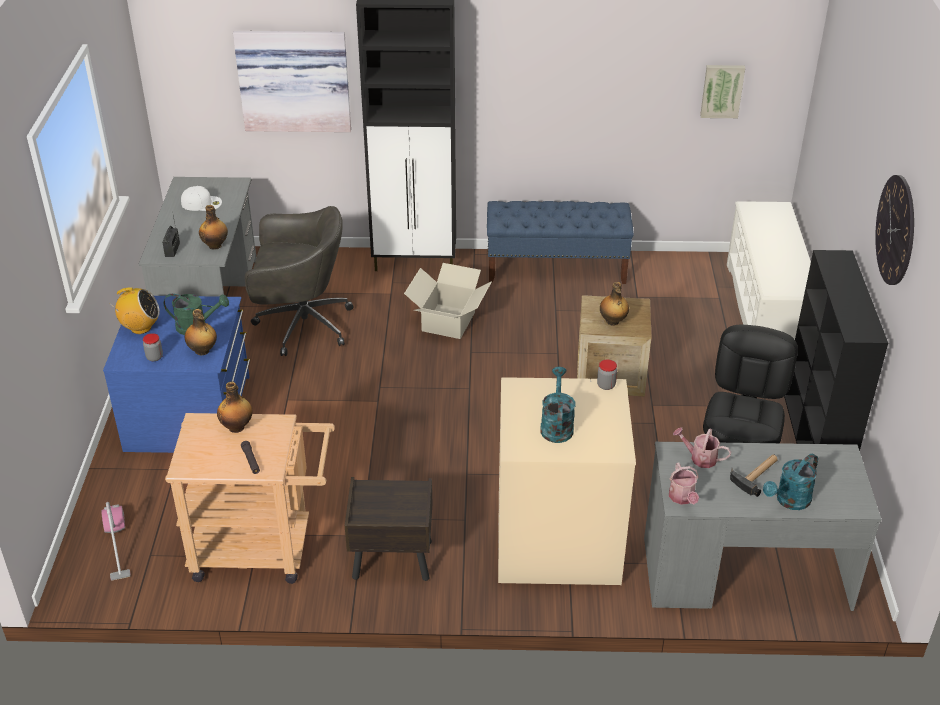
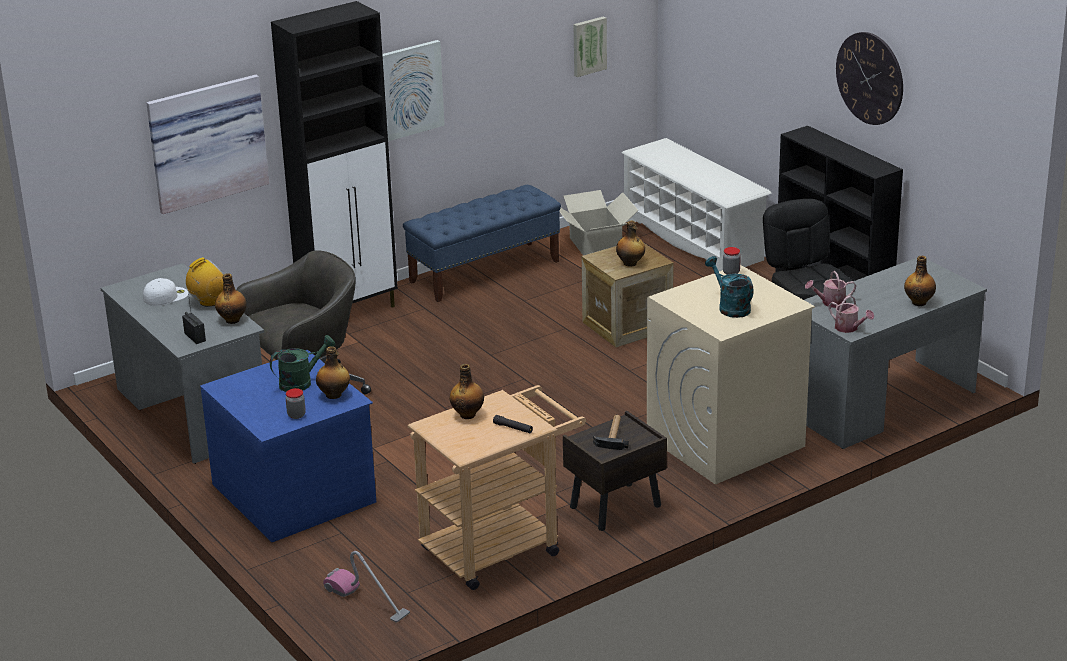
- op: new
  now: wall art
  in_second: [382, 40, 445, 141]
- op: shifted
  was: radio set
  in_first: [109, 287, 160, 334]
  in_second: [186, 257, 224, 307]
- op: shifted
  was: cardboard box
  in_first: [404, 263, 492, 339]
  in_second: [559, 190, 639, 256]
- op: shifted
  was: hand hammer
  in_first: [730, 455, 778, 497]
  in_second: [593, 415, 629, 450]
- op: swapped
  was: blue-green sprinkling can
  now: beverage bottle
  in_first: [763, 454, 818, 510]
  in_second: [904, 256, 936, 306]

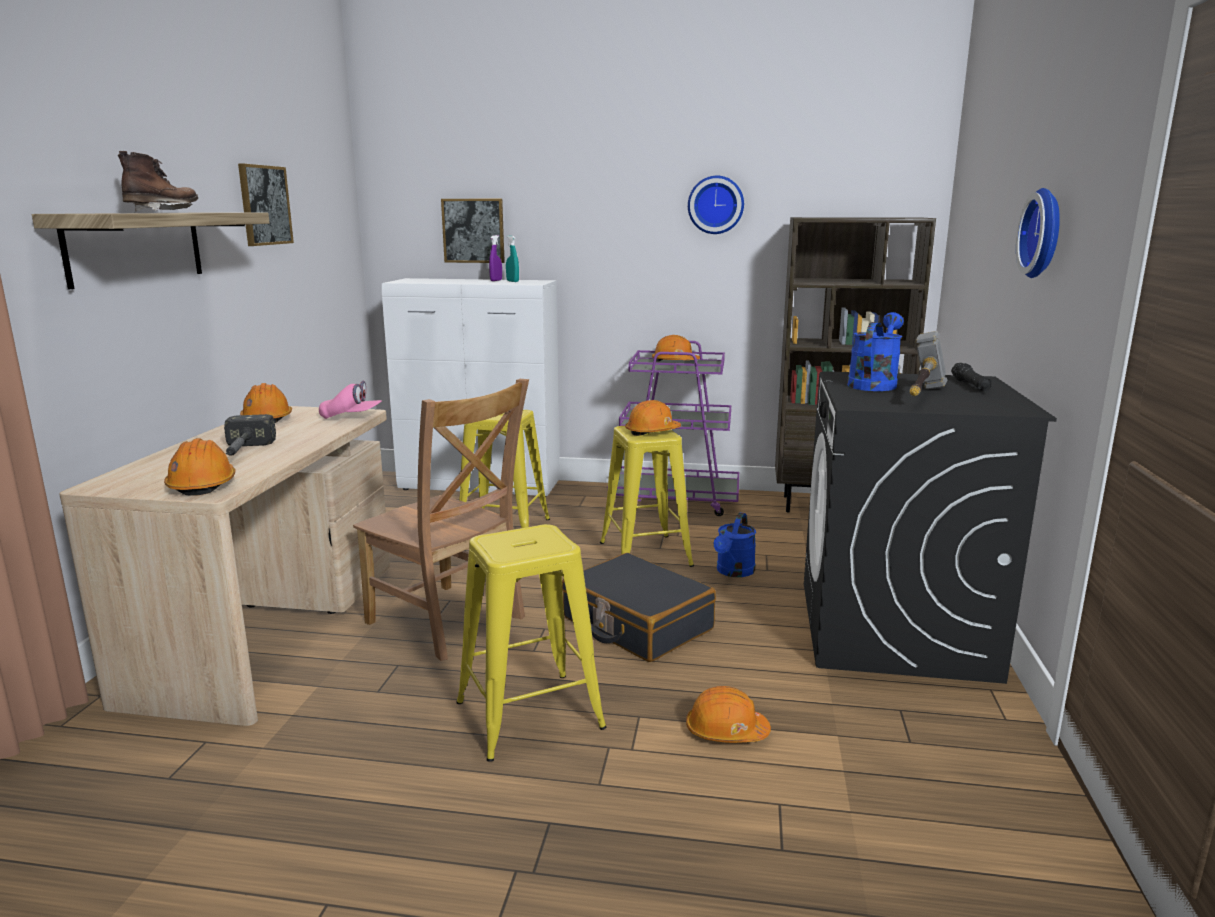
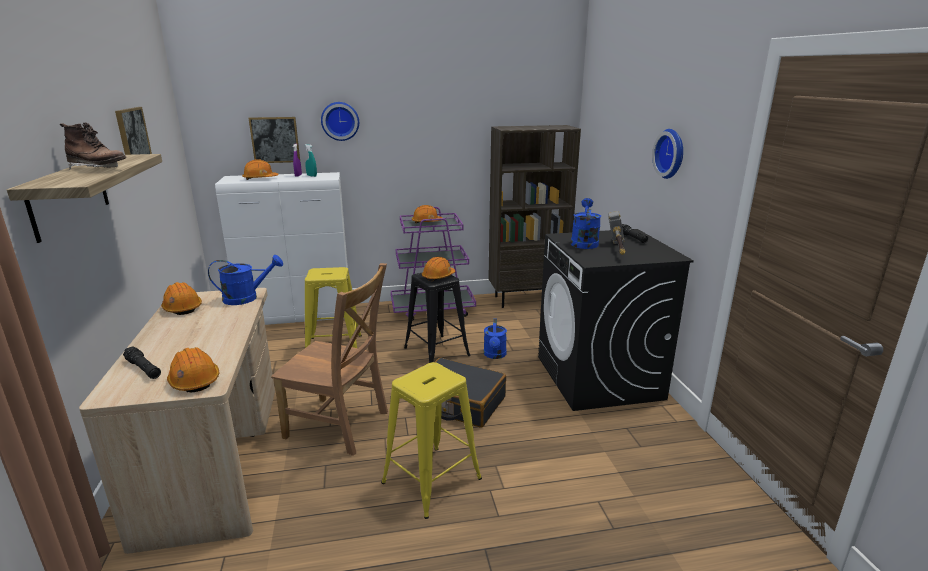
- op: gone
  was: hand hammer
  in_first: [224, 414, 276, 456]
- op: new
  now: blackish torch
  in_second: [123, 346, 161, 379]
- op: shifted
  was: orange-coloured hard hat
  in_first: [686, 686, 771, 743]
  in_second: [242, 159, 279, 180]
- op: shifted
  was: wall clock
  in_first: [688, 176, 744, 234]
  in_second: [321, 102, 359, 141]
- op: swapped
  was: pink-coloured cap
  now: bluish sprinkling can
  in_first: [319, 380, 382, 419]
  in_second: [208, 255, 283, 305]
- op: repainted
  was: yellow-coloured sitting stool
  now: blackish sitting stool
  in_first: [600, 426, 694, 567]
  in_second: [404, 273, 470, 363]
- op: rotated
  was: brown-coloured tall boot
  in_first: [118, 151, 198, 212]
  in_second: [60, 122, 127, 170]
  clockwise: 105

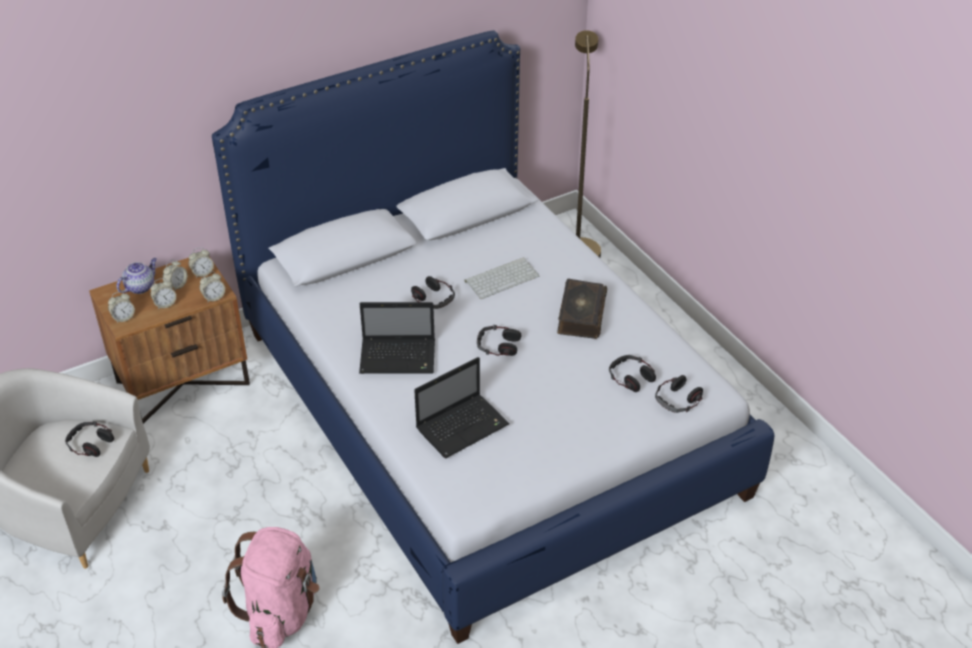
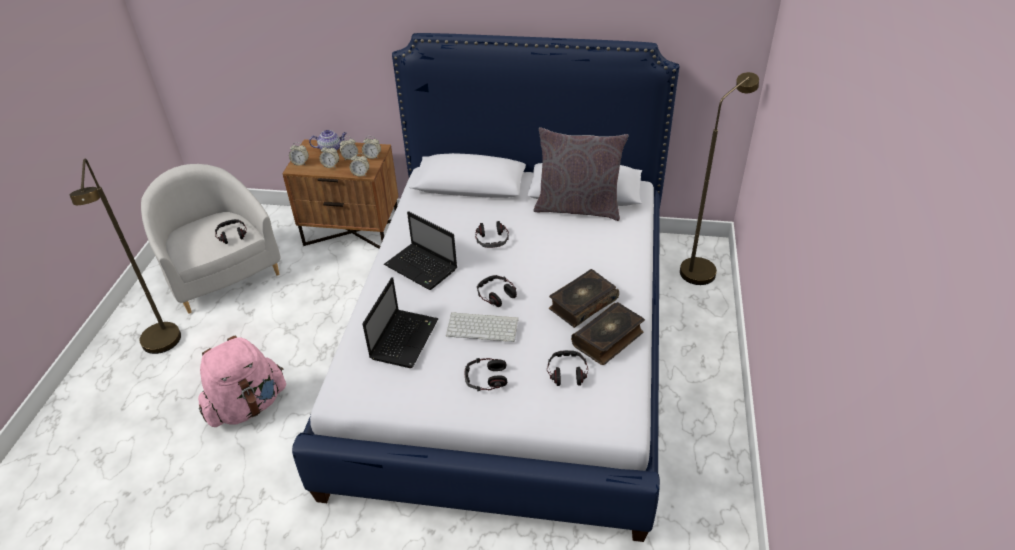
- op: new
  now: brown-coloured standard lamp
  in_second: [70, 159, 181, 354]
- op: new
  now: grey cushion
  in_second: [534, 127, 628, 221]
- op: new
  now: book
  in_second: [571, 302, 645, 365]
- op: shifted
  was: keyboard
  in_first: [465, 257, 539, 299]
  in_second: [446, 312, 518, 342]
- op: shifted
  was: headphones
  in_first: [655, 375, 703, 413]
  in_second: [464, 358, 507, 391]
- op: rotated
  was: notebook computer
  in_first: [414, 357, 510, 458]
  in_second: [363, 277, 439, 368]
  clockwise: -75

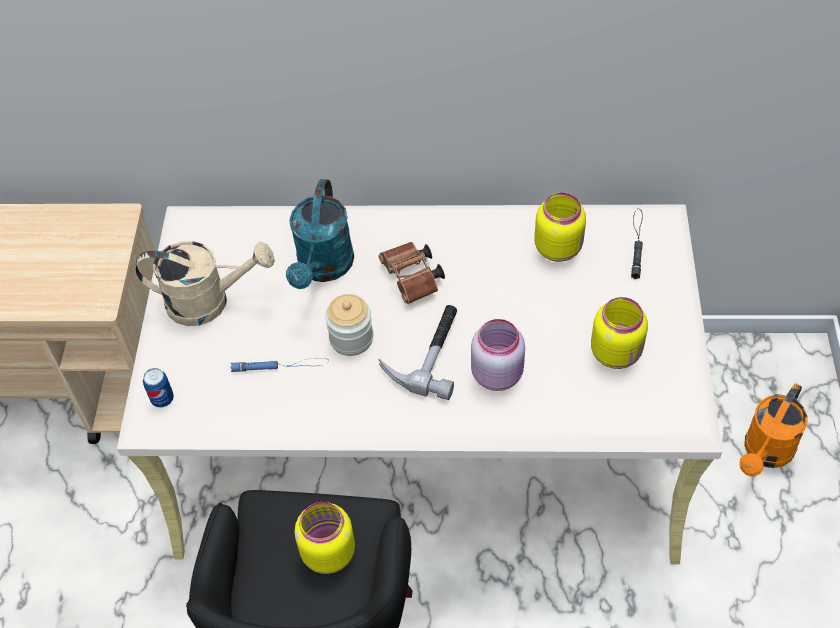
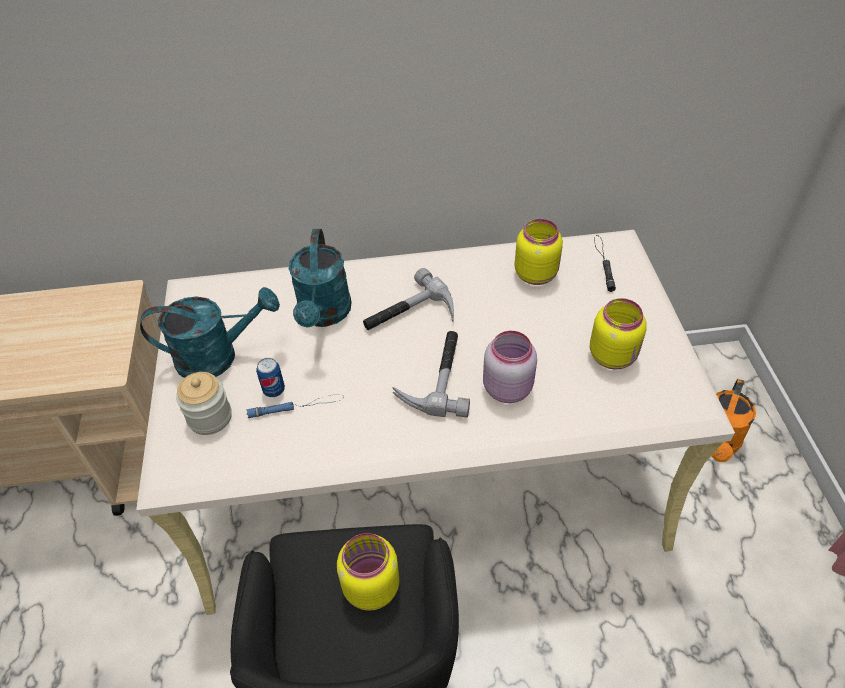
- op: shifted
  was: can
  in_first: [143, 368, 174, 408]
  in_second: [256, 358, 285, 397]
- op: shifted
  was: storage jar
  in_first: [325, 294, 373, 356]
  in_second: [176, 372, 232, 435]
- op: swapped
  was: brown-coloured pair of binoculars
  now: hand hammer
  in_first: [378, 242, 445, 304]
  in_second: [363, 268, 454, 330]
- op: repainted
  was: sand-coloured sprinkling can
  now: blue-green sprinkling can
  in_first: [135, 241, 275, 326]
  in_second: [140, 287, 280, 378]

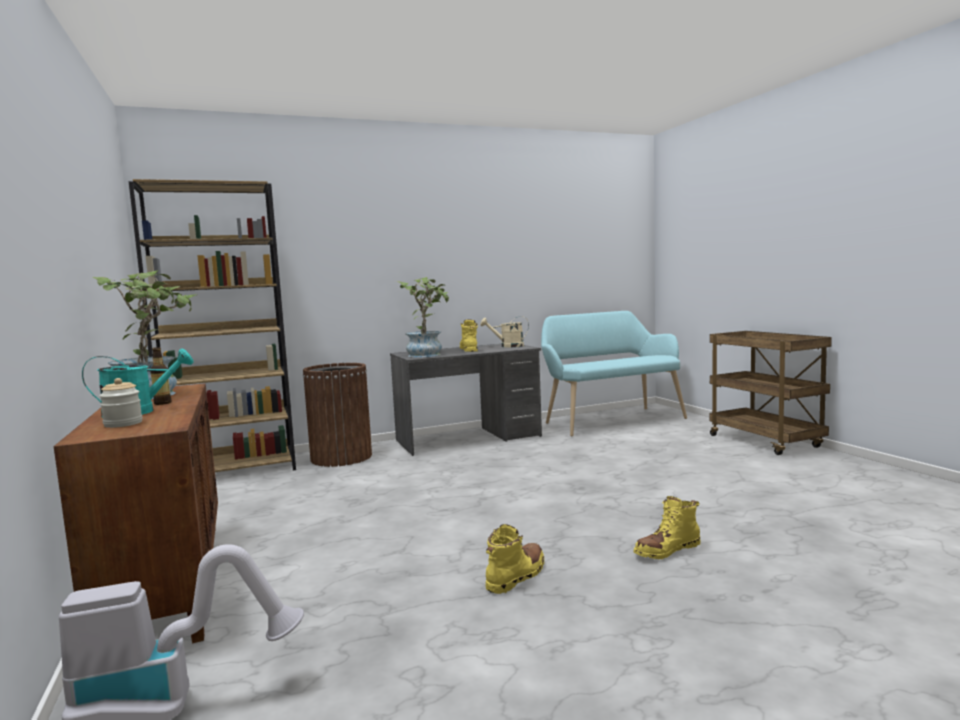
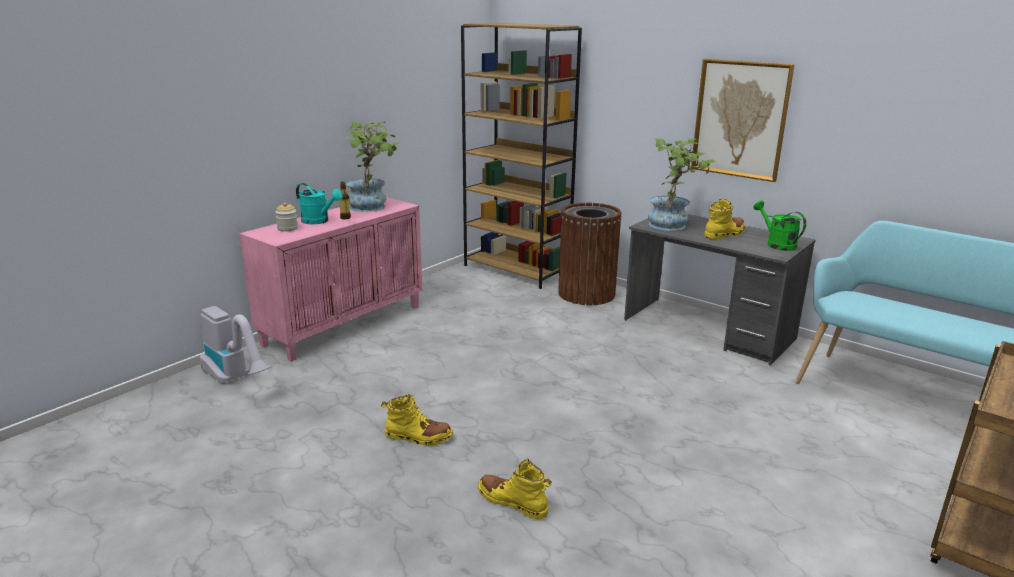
- op: new
  now: wall art
  in_second: [691, 59, 795, 182]
- op: repainted
  was: brown-coloured cupboard
  now: pink-coloured cupboard
  in_first: [54, 383, 218, 643]
  in_second: [239, 197, 422, 362]
- op: repainted
  was: sand-coloured sprinkling can
  now: green-coloured sprinkling can
  in_first: [480, 316, 529, 347]
  in_second: [753, 201, 806, 251]

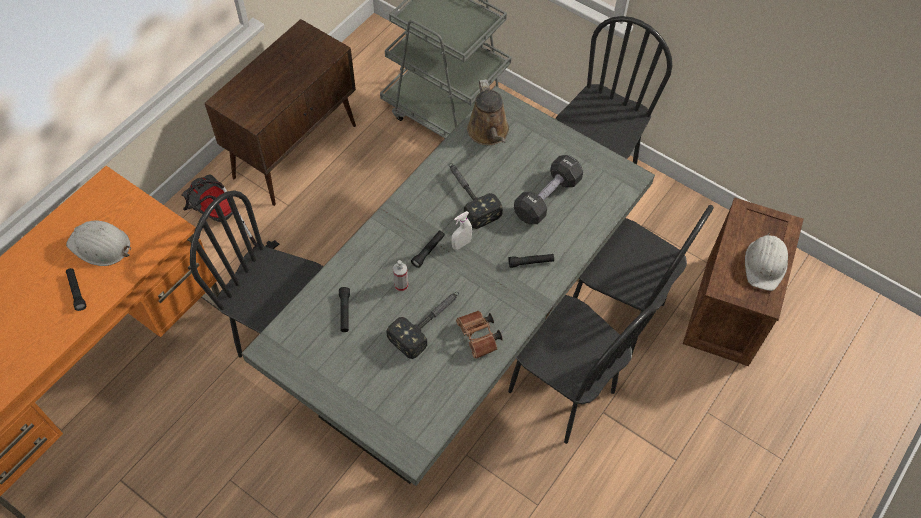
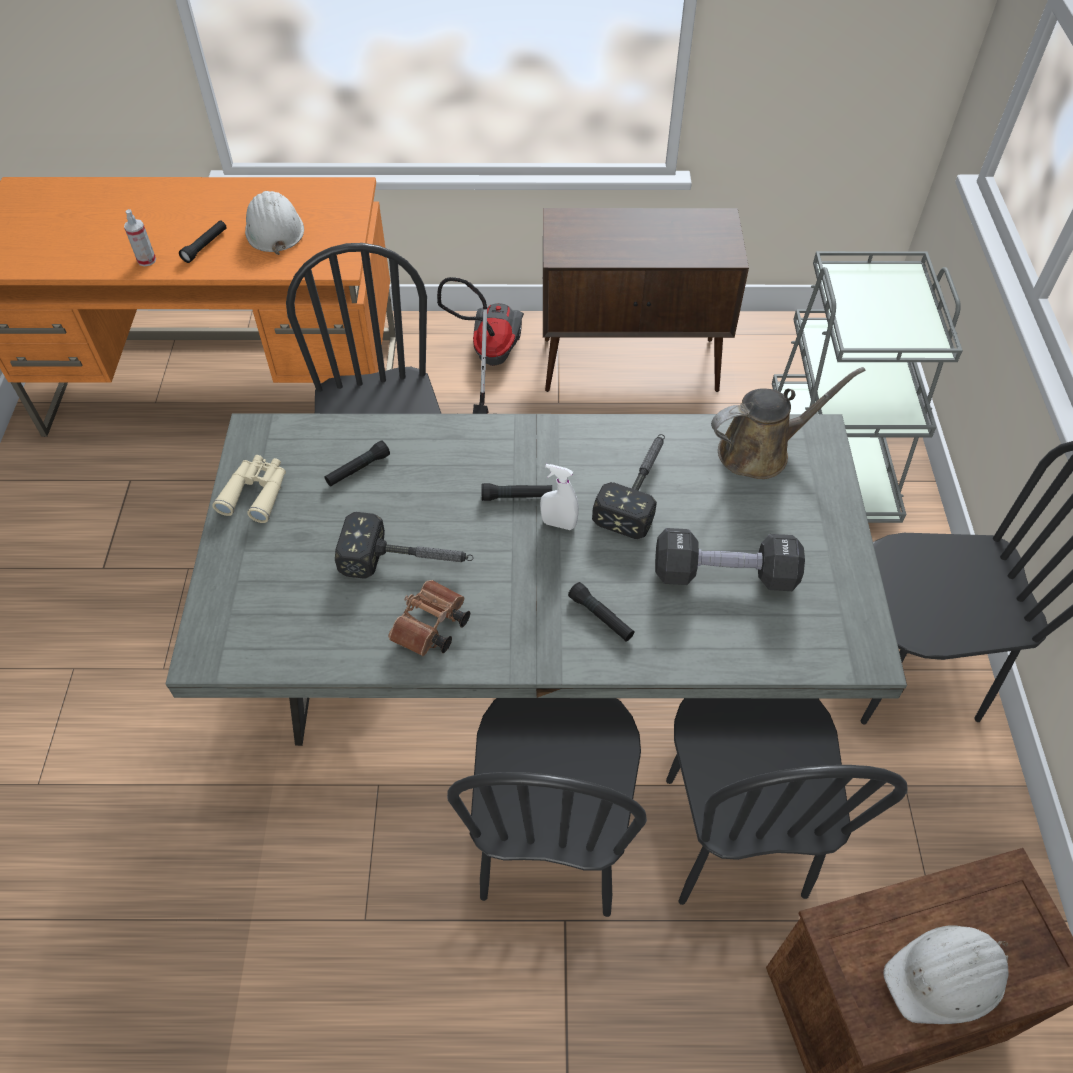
- op: new
  now: sand-coloured pair of binoculars
  in_second: [212, 455, 286, 523]
- op: shifted
  was: spray bottle
  in_first: [393, 260, 409, 291]
  in_second: [124, 209, 156, 266]
- op: rotated
  was: brown-coloured sprinkling can
  in_first: [467, 79, 509, 145]
  in_second: [711, 367, 865, 479]
  clockwise: -150

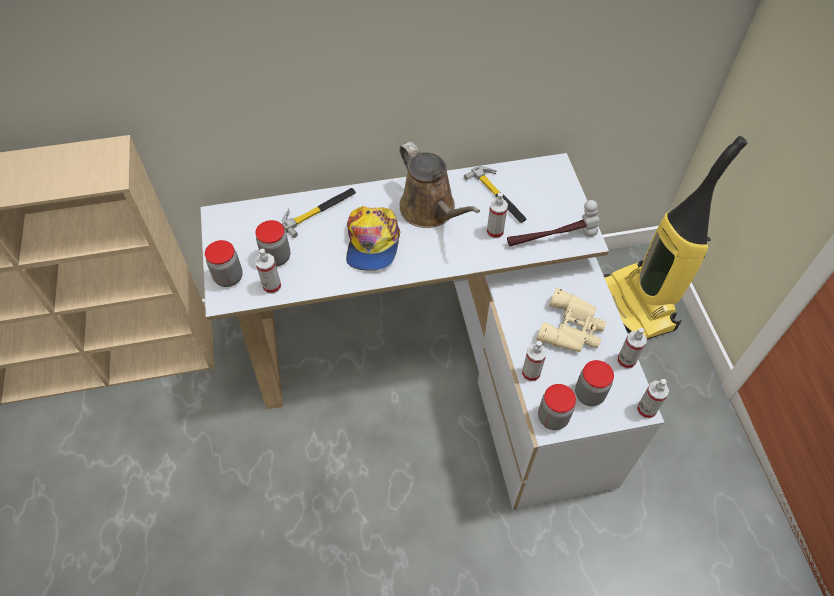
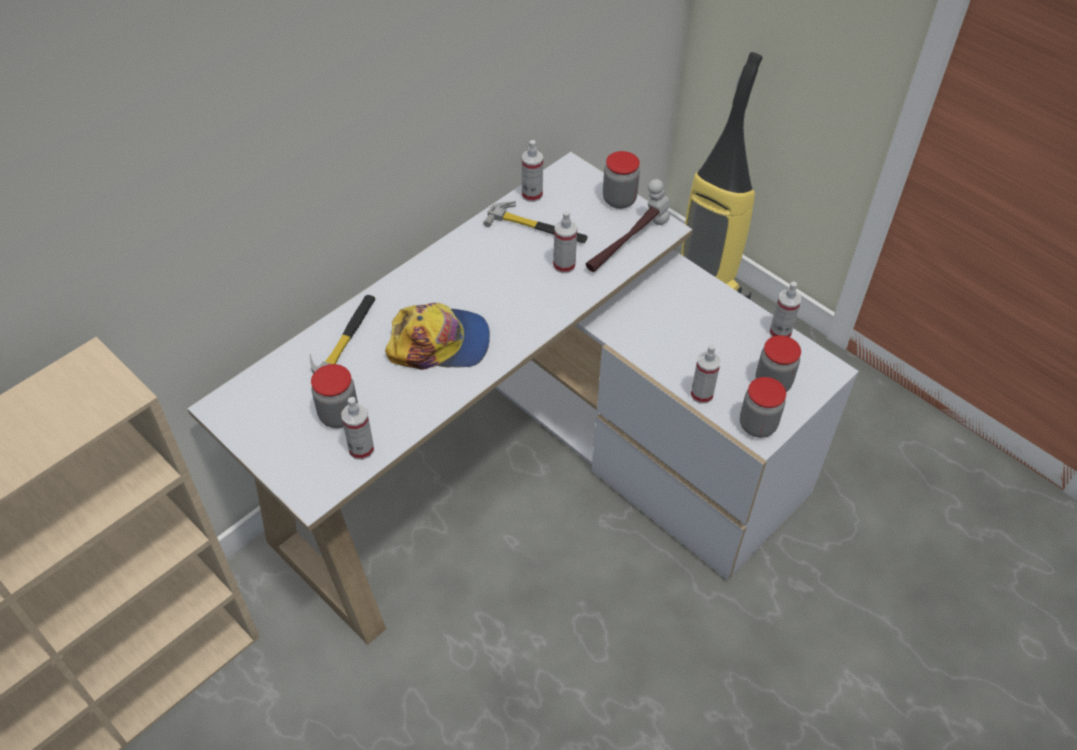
- op: gone
  was: brown-coloured sprinkling can
  in_first: [400, 142, 480, 228]
- op: gone
  was: sand-coloured pair of binoculars
  in_first: [536, 288, 607, 352]
- op: shifted
  was: storage jar
  in_first: [205, 240, 243, 287]
  in_second: [603, 151, 640, 209]
- op: shifted
  was: spray bottle
  in_first: [637, 379, 669, 418]
  in_second: [522, 140, 543, 202]
- op: rotated
  was: cap
  in_first: [346, 206, 400, 271]
  in_second: [385, 303, 490, 370]
  clockwise: -60

